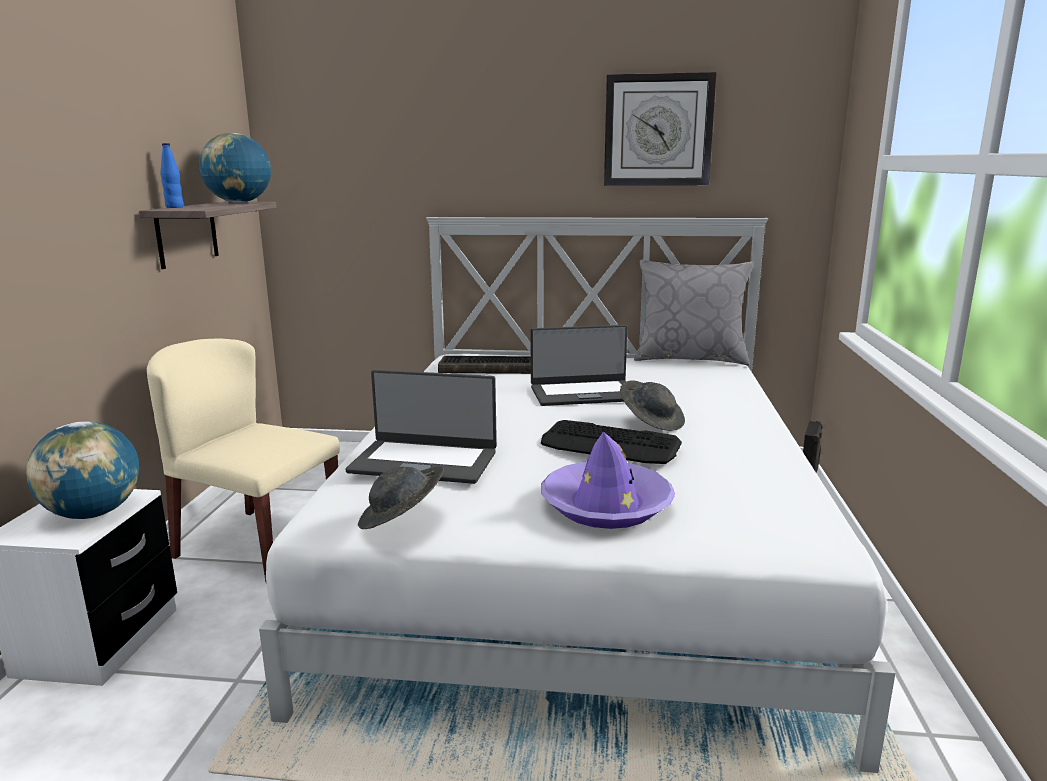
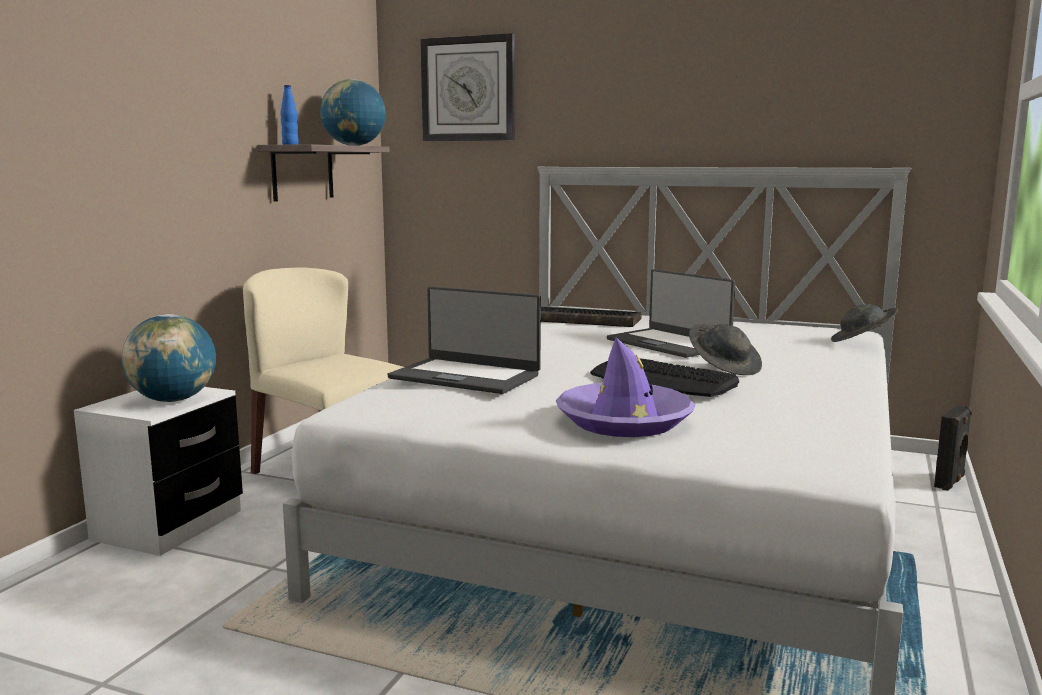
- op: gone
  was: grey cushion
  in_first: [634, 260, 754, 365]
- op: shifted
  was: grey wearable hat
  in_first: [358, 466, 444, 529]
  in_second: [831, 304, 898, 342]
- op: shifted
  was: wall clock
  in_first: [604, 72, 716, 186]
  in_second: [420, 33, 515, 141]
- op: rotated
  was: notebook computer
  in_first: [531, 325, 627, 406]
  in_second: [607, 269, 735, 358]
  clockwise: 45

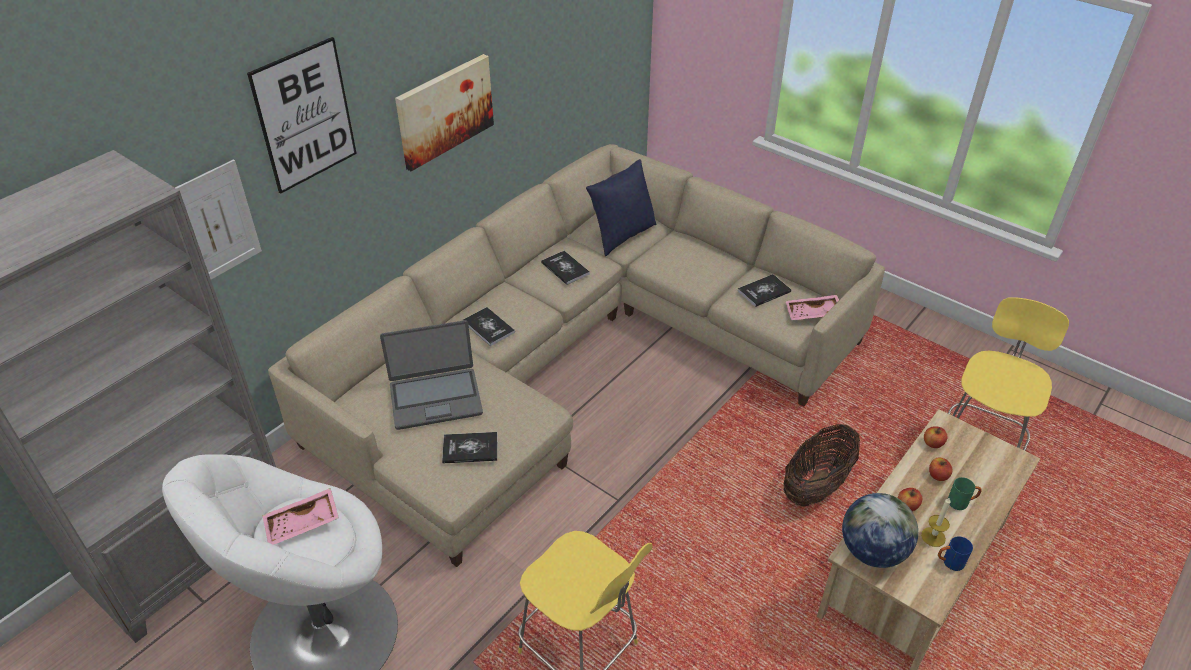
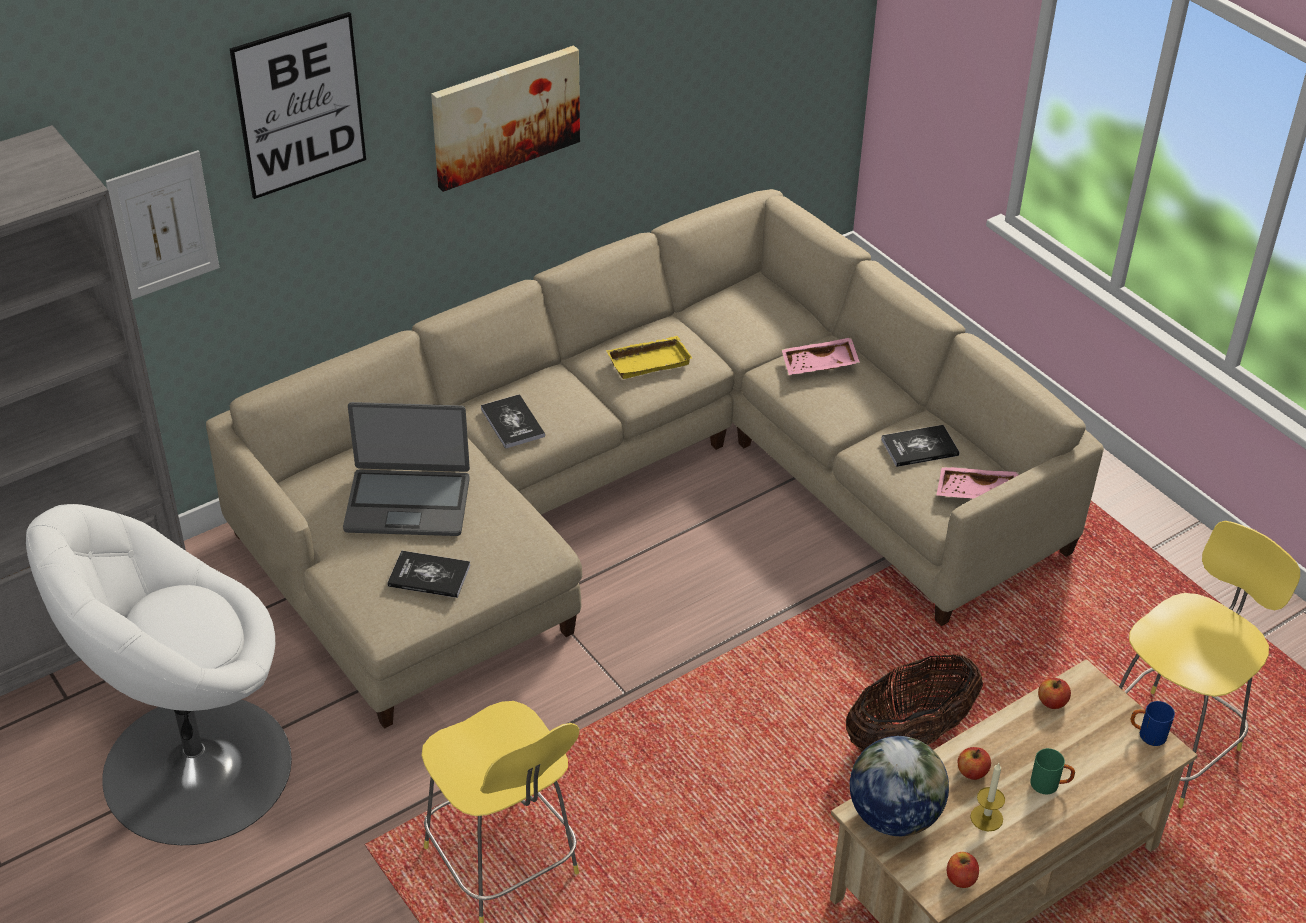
- op: gone
  was: bluish cushion
  in_first: [586, 159, 657, 256]
- op: shifted
  was: pink-coloured tray
  in_first: [262, 488, 339, 545]
  in_second: [782, 337, 860, 375]
- op: shifted
  was: whole apple
  in_first: [929, 458, 953, 481]
  in_second: [947, 852, 979, 888]
- op: shifted
  was: bluish coffee mug
  in_first: [938, 536, 973, 571]
  in_second: [1131, 701, 1175, 746]
- op: swapped
  was: book
  now: yellow-coloured tray
  in_first: [541, 251, 590, 285]
  in_second: [606, 336, 692, 379]

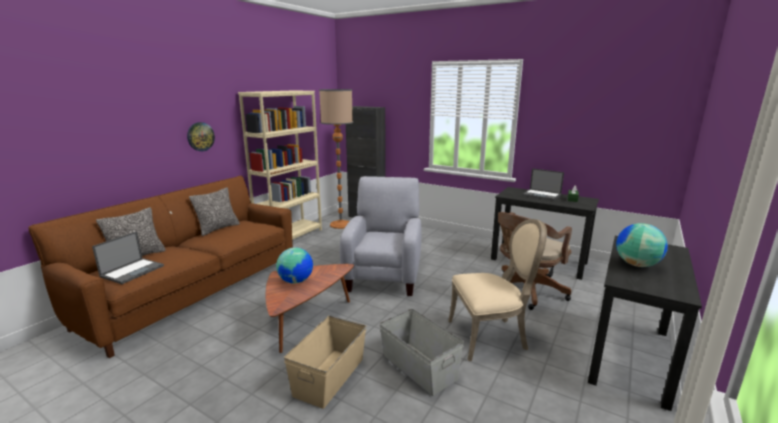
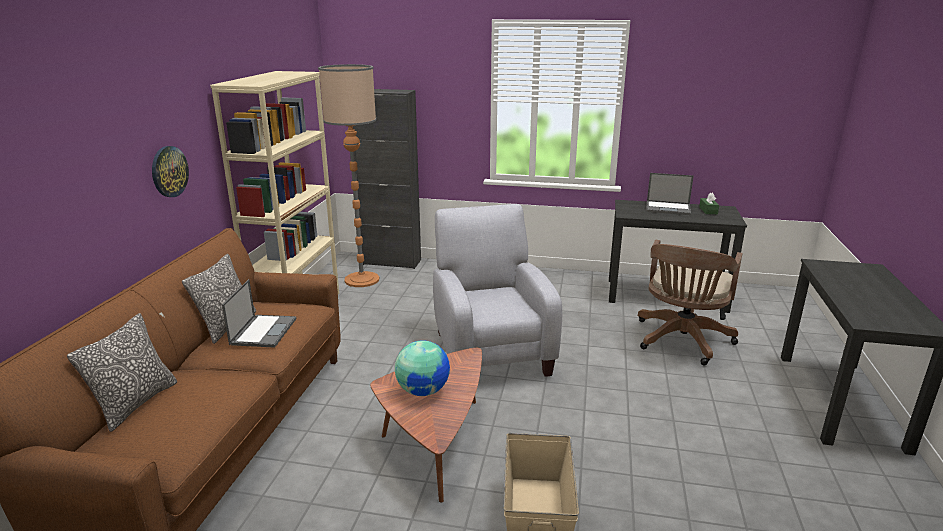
- op: gone
  was: grey storage box
  in_first: [379, 309, 464, 396]
- op: gone
  was: sand-coloured chair
  in_first: [448, 219, 547, 361]
- op: gone
  was: globe
  in_first: [616, 223, 668, 267]
- op: shifted
  was: notebook computer
  in_first: [92, 231, 164, 284]
  in_second: [222, 279, 296, 348]

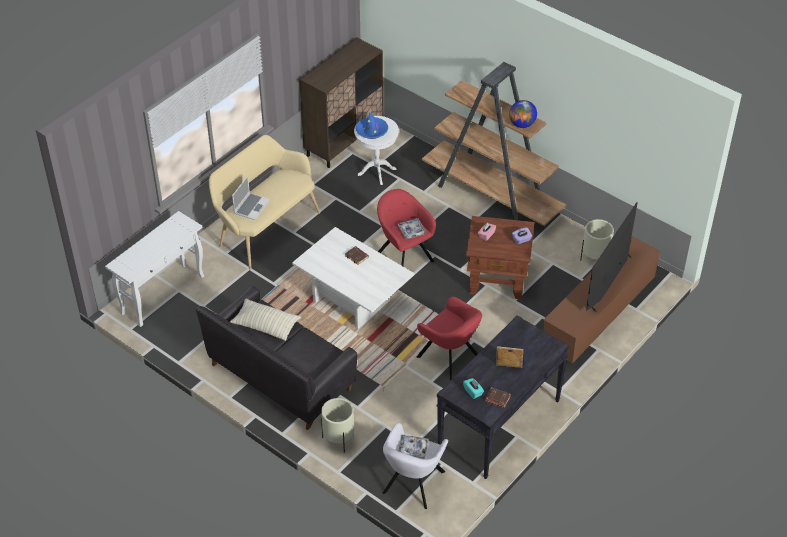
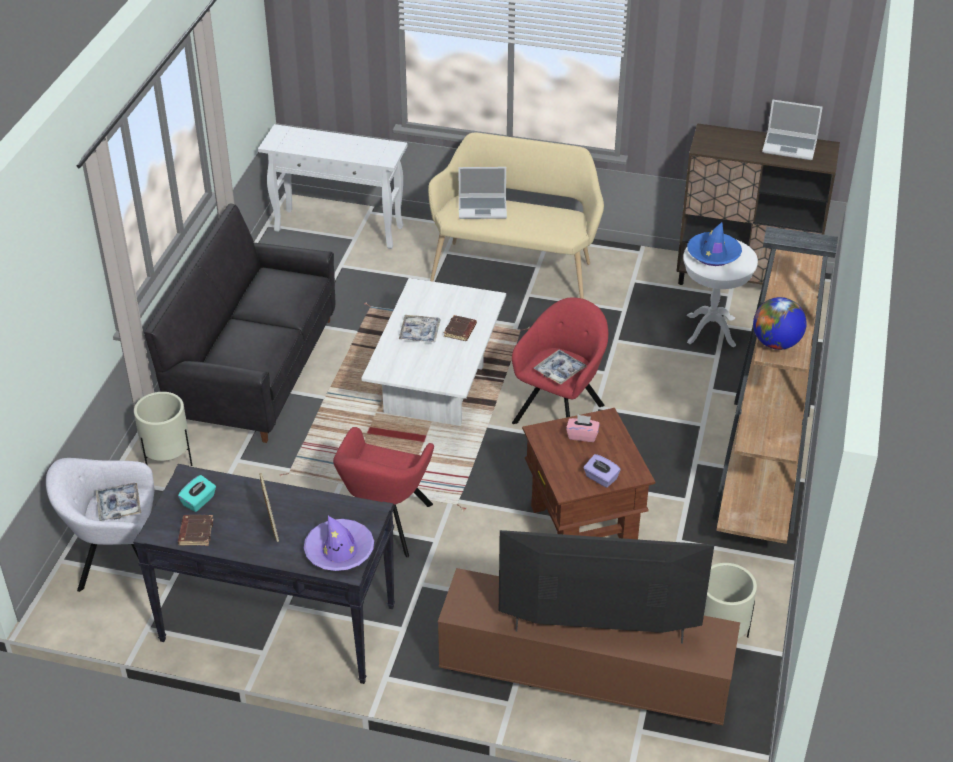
- op: gone
  was: cushion
  in_first: [230, 299, 301, 341]
- op: new
  now: purple wearable hat
  in_second: [304, 516, 374, 571]
- op: new
  now: tray
  in_second: [399, 315, 440, 342]
- op: new
  now: notebook computer
  in_second: [762, 99, 823, 160]

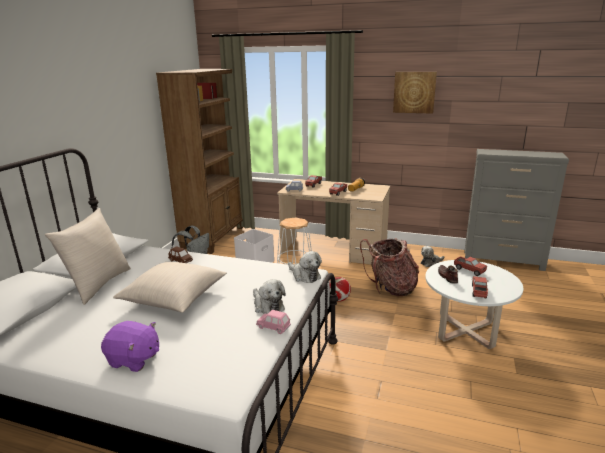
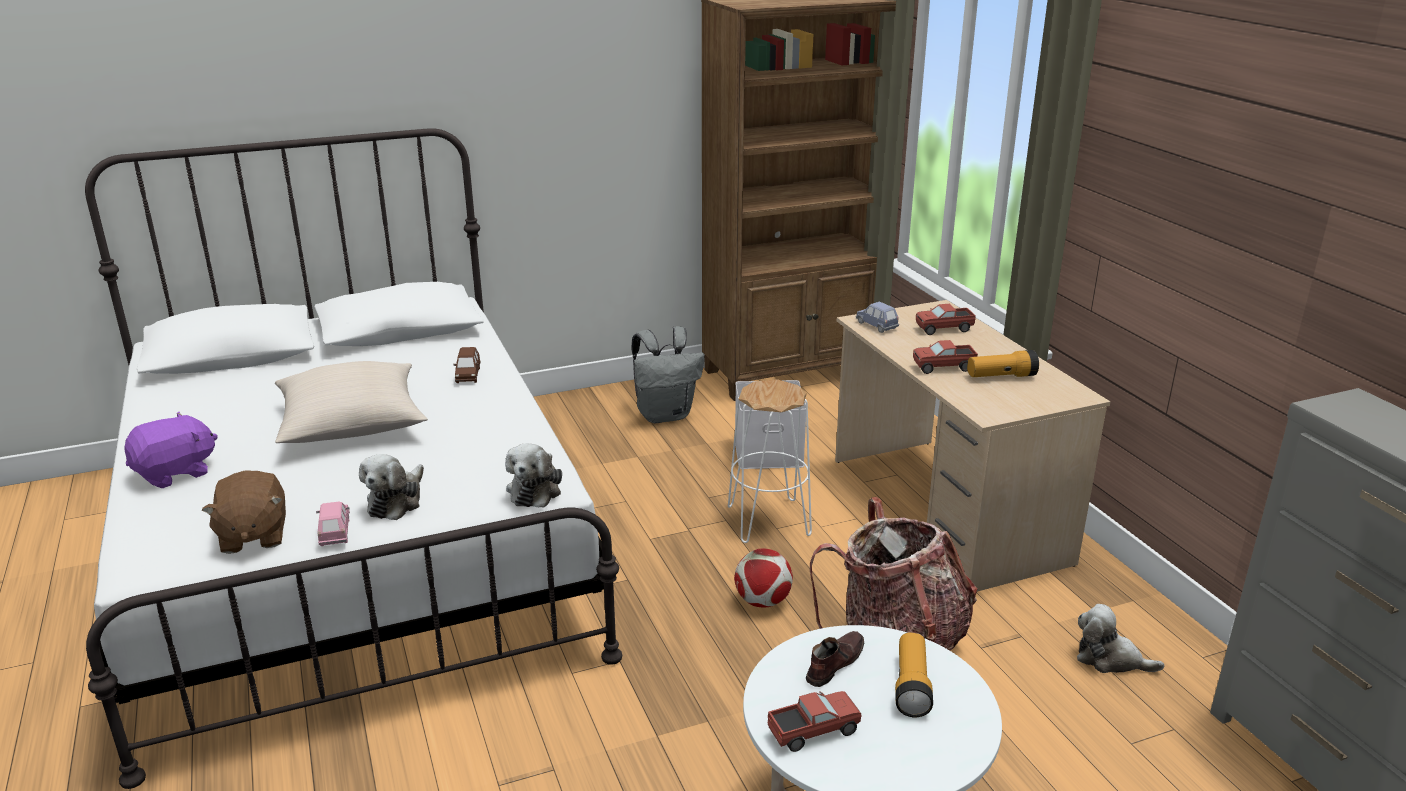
- op: gone
  was: sand-coloured cushion
  in_first: [45, 208, 131, 305]
- op: gone
  was: wall art
  in_first: [393, 72, 437, 114]
- op: new
  now: brown-coloured soft toy
  in_second: [201, 471, 286, 554]
- op: swapped
  was: toy lorry
  now: torch
  in_first: [454, 256, 487, 276]
  in_second: [895, 633, 933, 717]
- op: rotated
  was: purple soft toy
  in_first: [101, 321, 159, 372]
  in_second: [124, 412, 218, 488]
  clockwise: -105

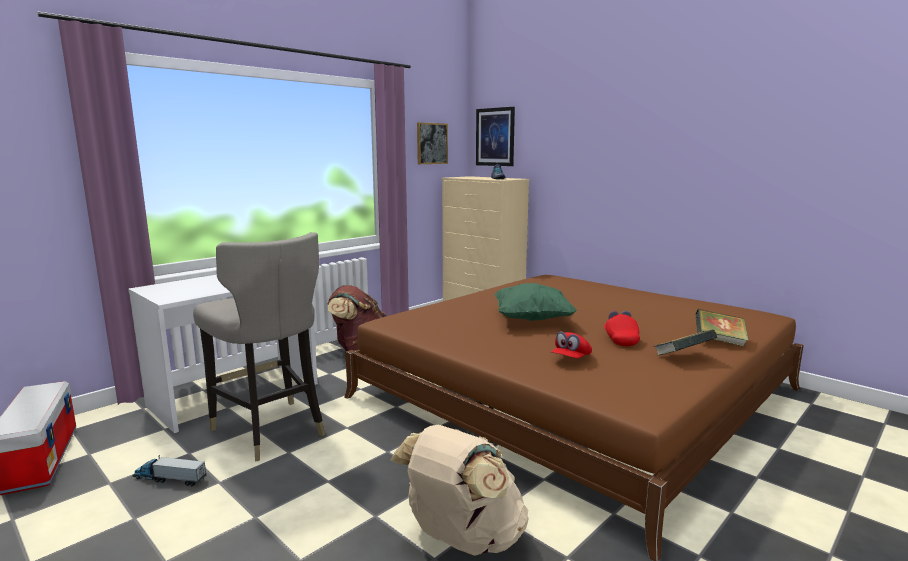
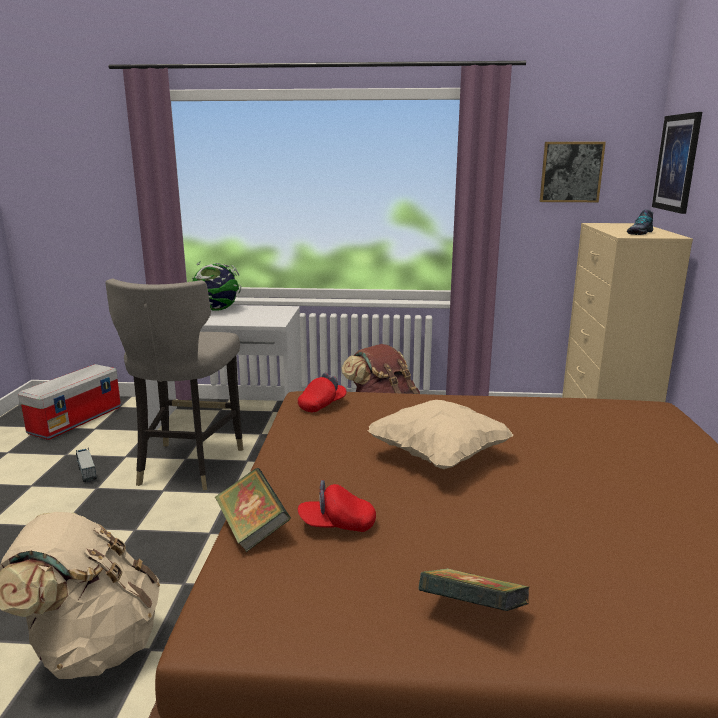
- op: new
  now: globe
  in_second: [192, 261, 241, 311]
- op: shifted
  was: red-coloured cap
  in_first: [604, 311, 640, 346]
  in_second: [298, 373, 347, 412]
- op: shifted
  was: book
  in_first: [695, 309, 749, 347]
  in_second: [214, 468, 291, 552]
- op: repainted
  was: green-coloured cushion
  now: sand-coloured cushion
  in_first: [494, 283, 577, 321]
  in_second: [367, 400, 514, 469]

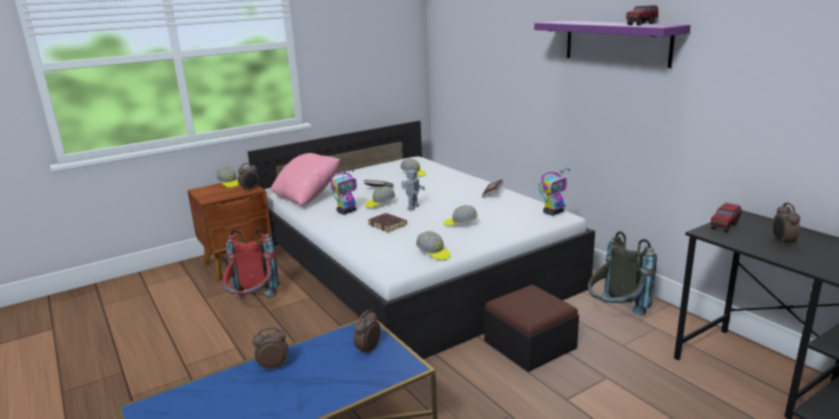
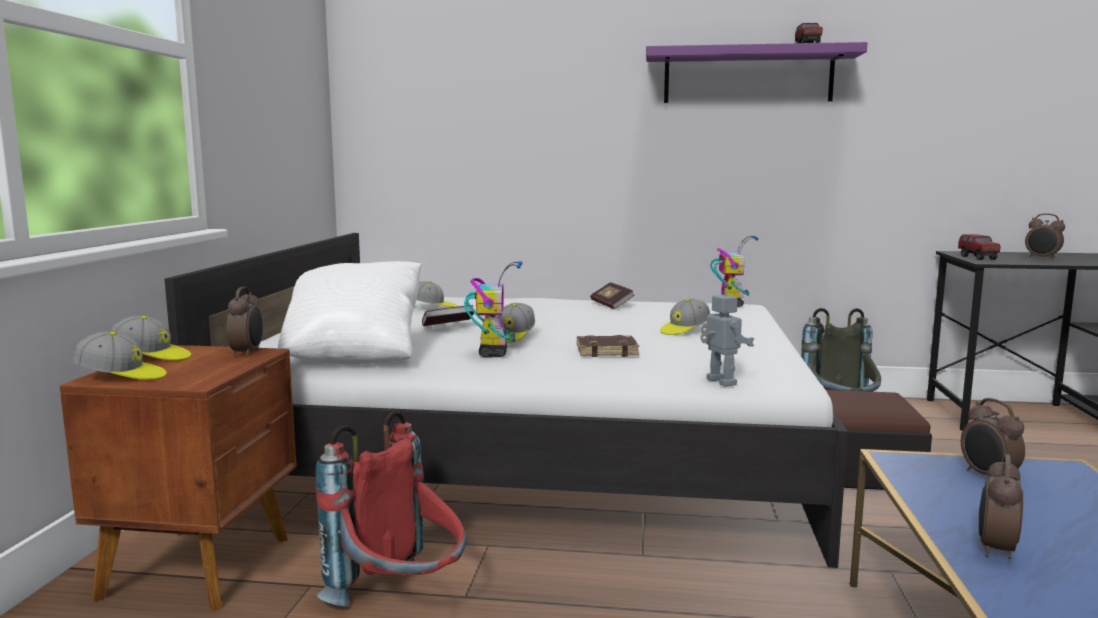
- op: shifted
  was: robot figure
  in_first: [402, 166, 425, 210]
  in_second: [700, 284, 755, 387]
- op: shifted
  was: cap
  in_first: [416, 231, 451, 260]
  in_second: [73, 332, 167, 380]
- op: repainted
  was: pink-coloured cushion
  now: whitish cushion
  in_first: [271, 153, 340, 206]
  in_second: [278, 261, 422, 365]

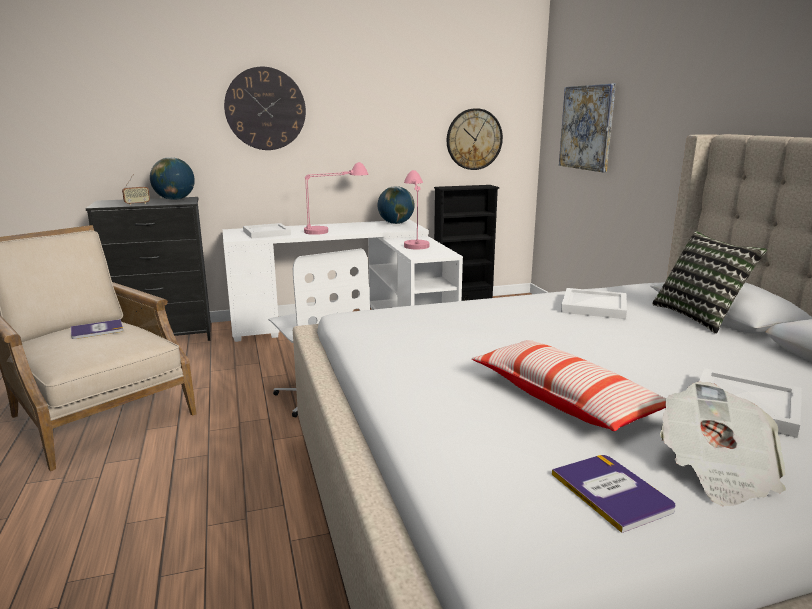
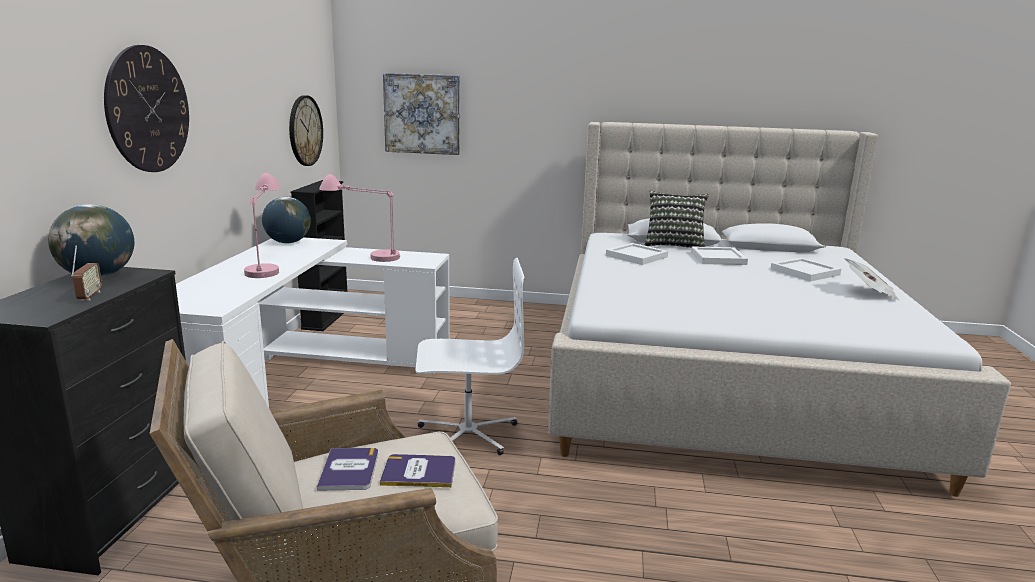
- op: gone
  was: cushion
  in_first: [472, 340, 666, 431]
- op: shifted
  was: whitish tray
  in_first: [243, 223, 291, 238]
  in_second: [691, 246, 748, 265]
- op: shifted
  was: book
  in_first: [552, 455, 676, 533]
  in_second: [380, 454, 456, 487]

